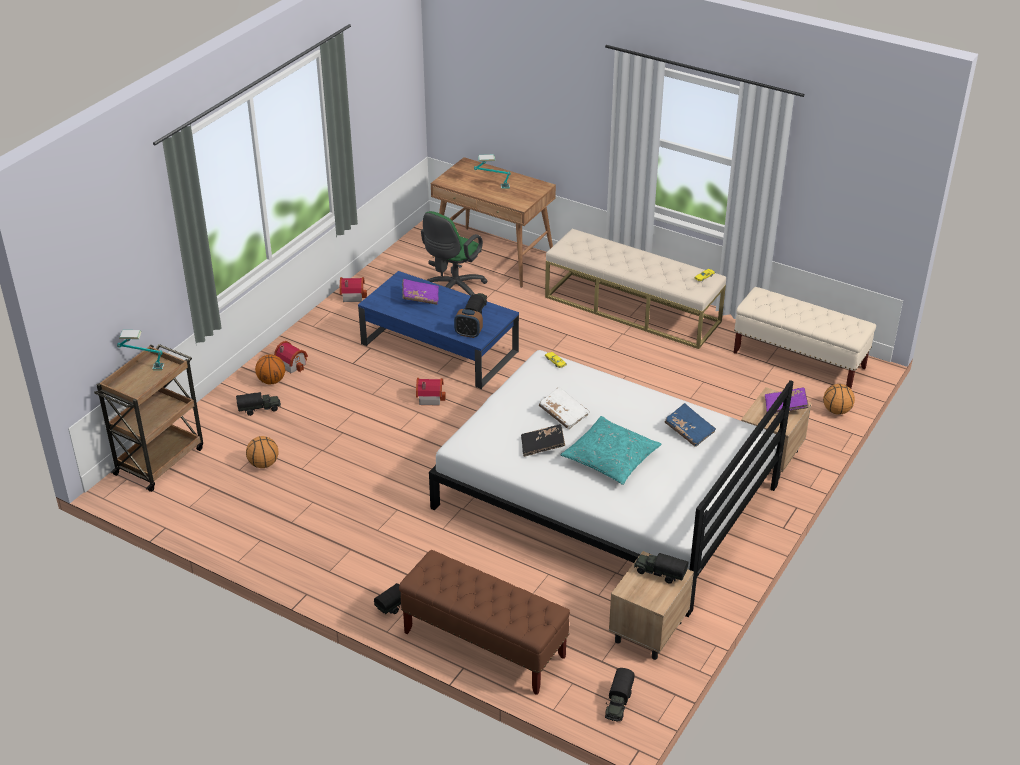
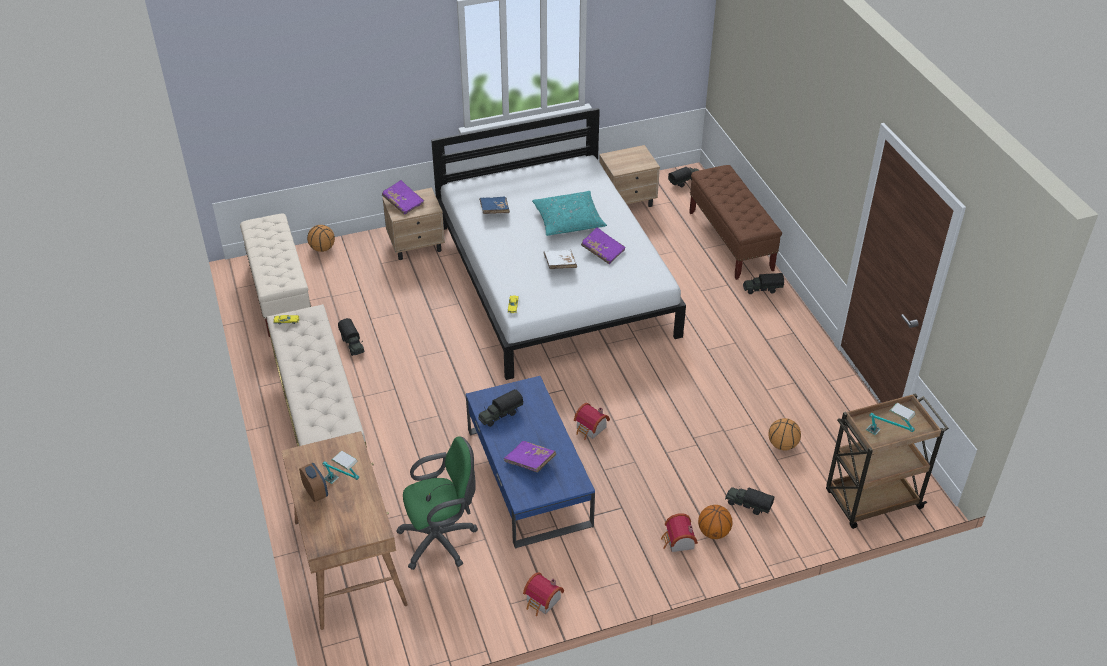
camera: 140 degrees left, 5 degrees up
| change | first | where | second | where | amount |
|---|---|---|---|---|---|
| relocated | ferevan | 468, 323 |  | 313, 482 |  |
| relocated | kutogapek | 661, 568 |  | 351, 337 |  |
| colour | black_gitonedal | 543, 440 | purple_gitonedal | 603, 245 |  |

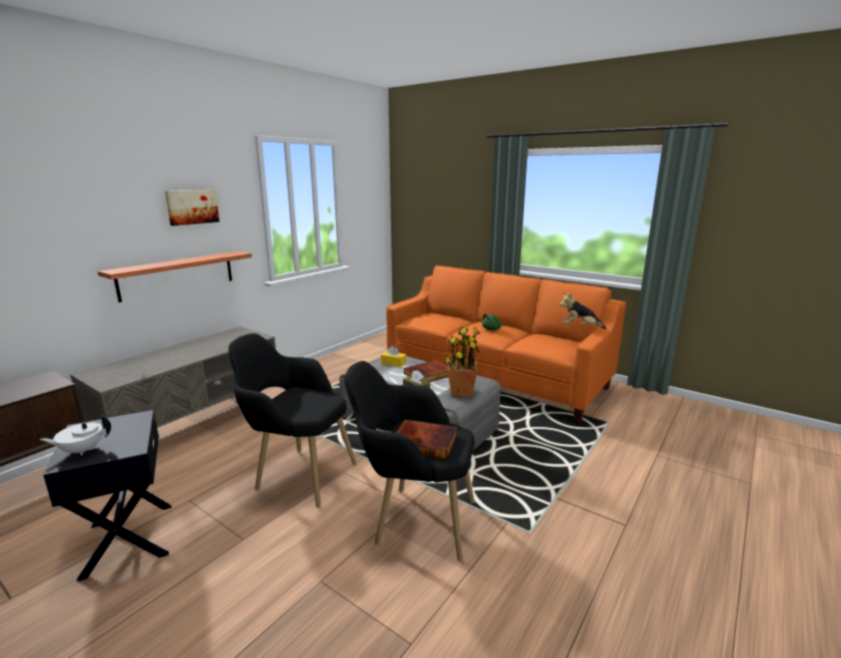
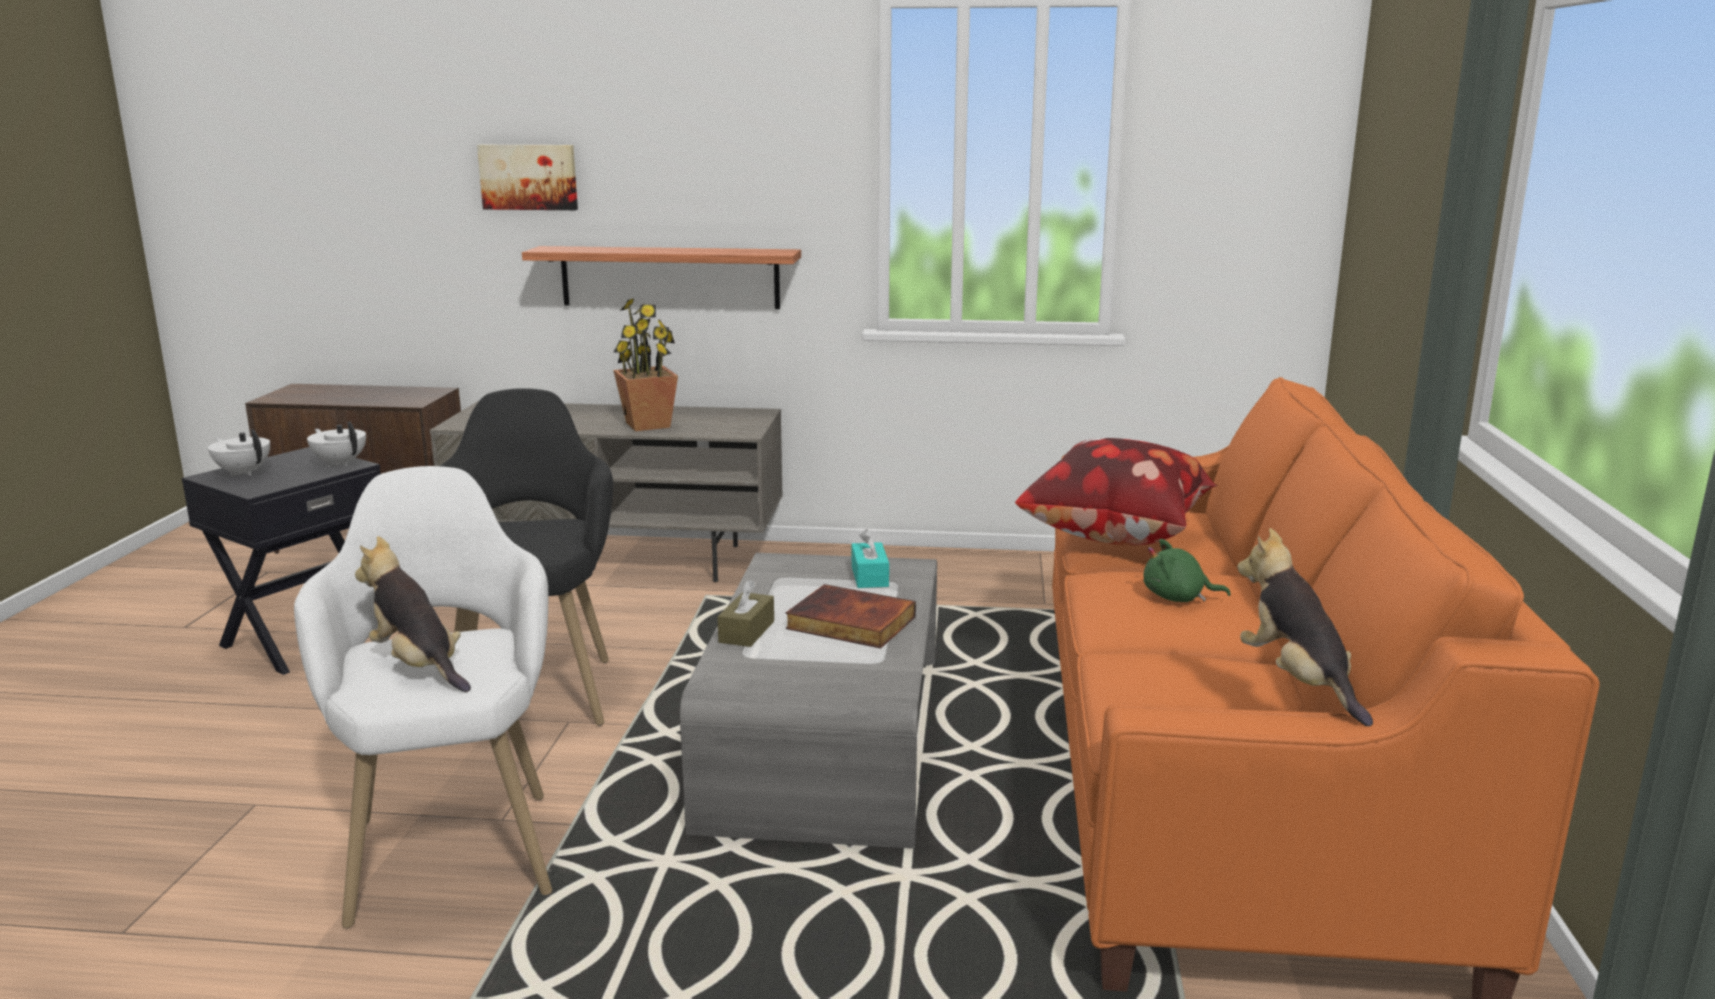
camera: 60 degrees right, 0 degrees up
| change | first | where | second | where | amount |
|---|---|---|---|---|---|
| colour | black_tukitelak | 409, 461 | white_tukitelak | 423, 697 |  |
| appeared |  |  | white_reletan | 336, 444 |  |
| exchanged | gitonedal | 426, 439 | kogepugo | 413, 614 |  |
| relocated | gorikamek | 192, 208 |  | 527, 177 |  |
| relocated | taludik | 462, 362 |  | 645, 364 |  |
| colour | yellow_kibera | 393, 356 | turquoise_kibera | 870, 558 |  |
| appeared |  |  | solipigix | 1116, 491 |  |

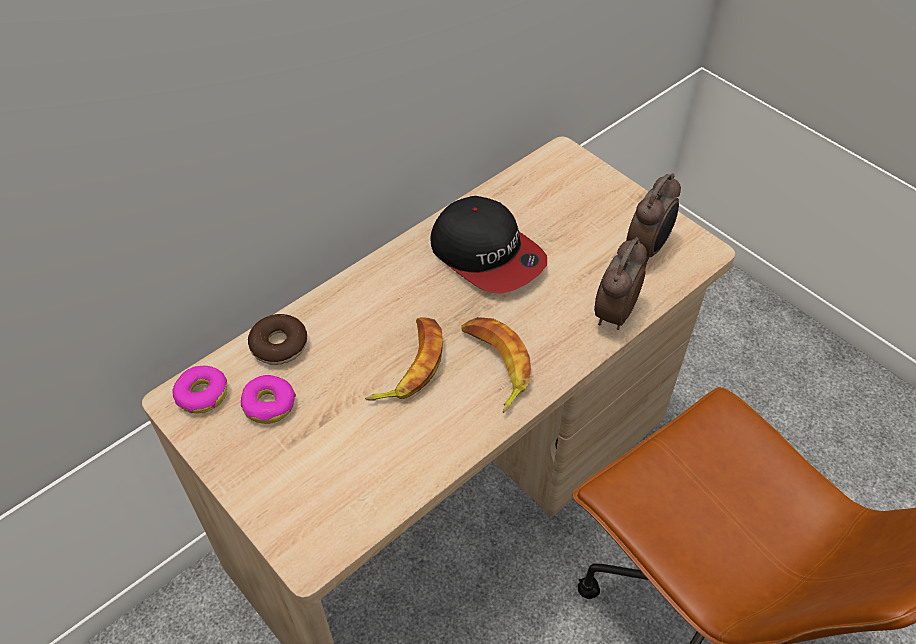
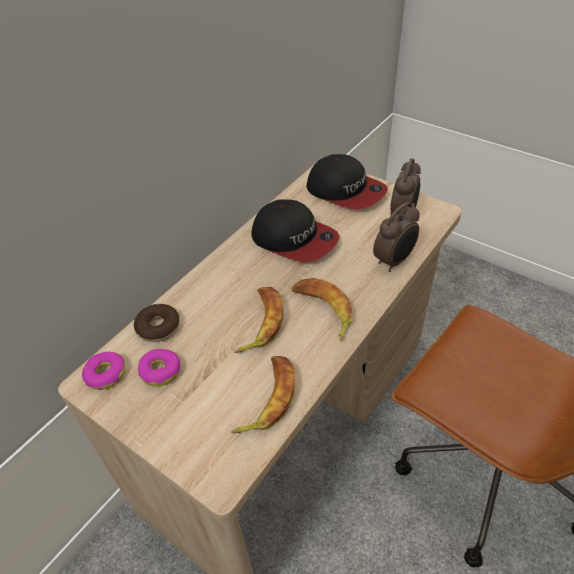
camera: 10 degrees left, 5 degrees down
| change | first | where | second | where | amount |
|---|---|---|---|---|---|
| appeared |  |  | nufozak | 263, 394 |  |
| appeared |  |  | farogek | 347, 181 |  |
| spun | ferevan | 620, 283 |  | 396, 237 | 150 degrees counterclockwise |

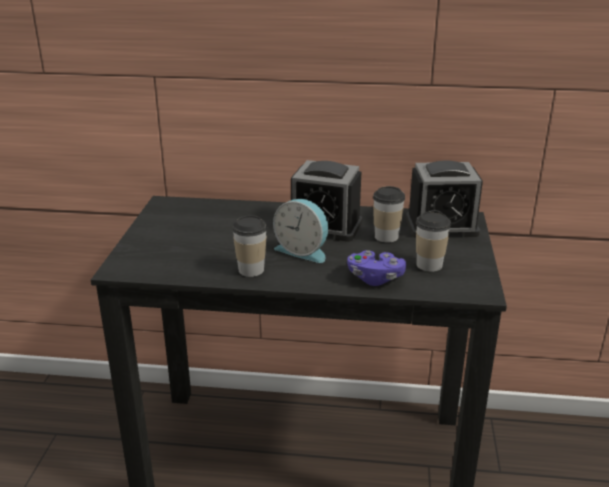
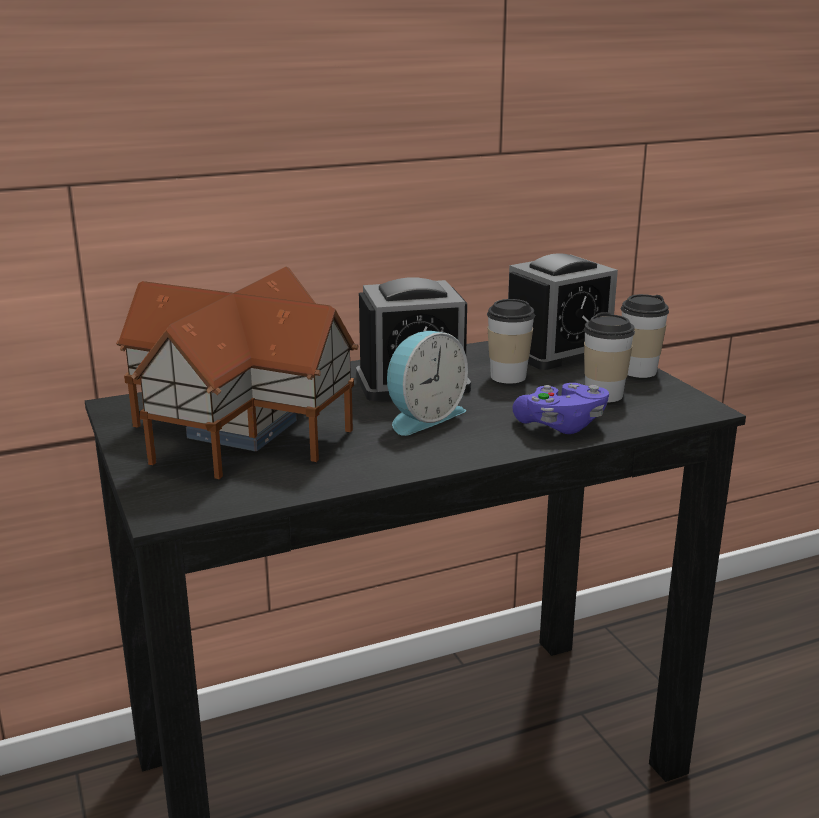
camera: 30 degrees left, 5 degrees down
| change | first | where | second | where | amount |
|---|---|---|---|---|---|
| appeared |  |  | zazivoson | 237, 372 |  |
| spun | ferevan | 300, 231 |  | 427, 383 | 45 degrees counterclockwise |
| relocated | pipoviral | 249, 246 |  | 644, 336 |  |

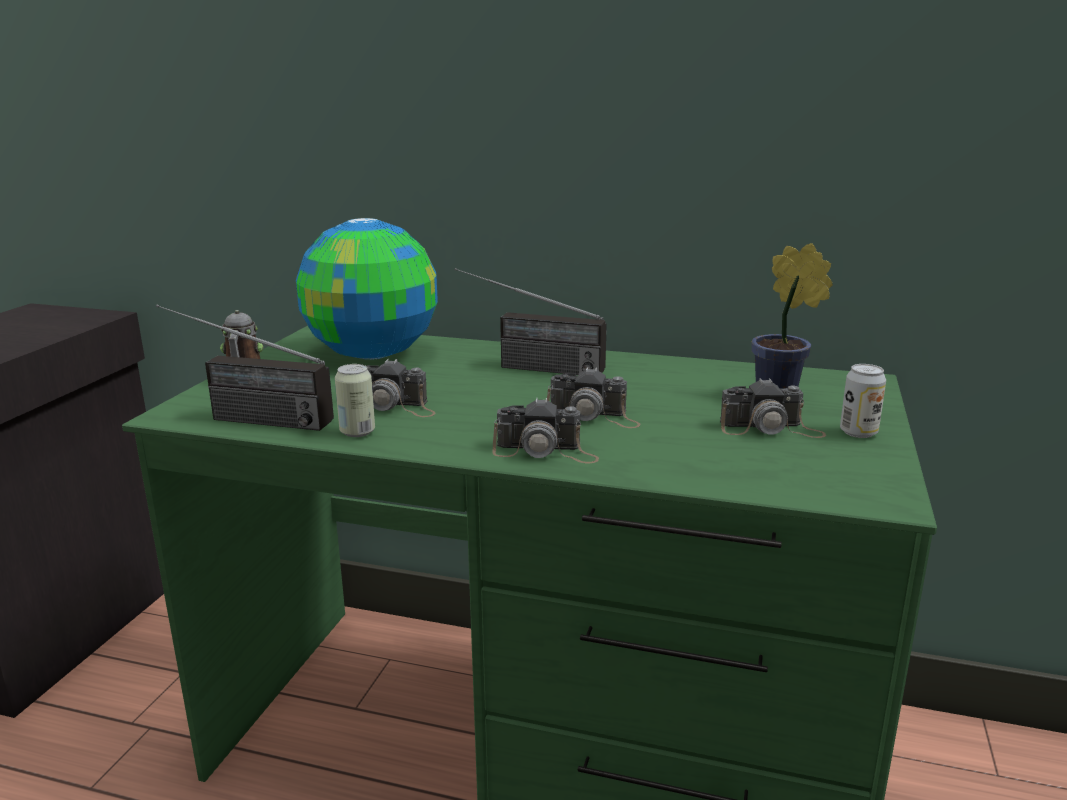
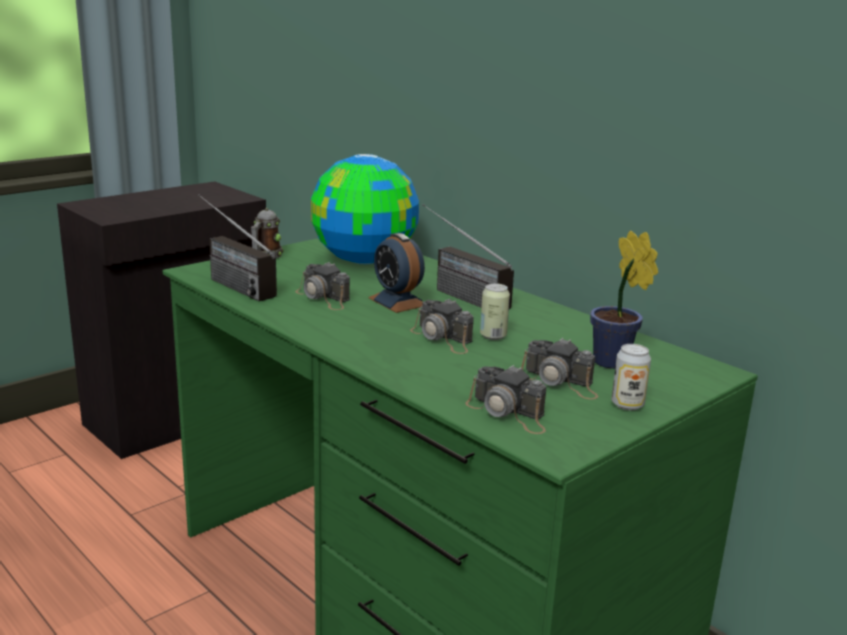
camera: 30 degrees right, 0 degrees up
| change | first | where | second | where | amount |
|---|---|---|---|---|---|
| appeared |  |  | ferevan | 396, 273 |  |
| relocated | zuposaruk | 545, 431 |  | 506, 399 |  |
| relocated | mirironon | 355, 400 |  | 495, 311 |  |

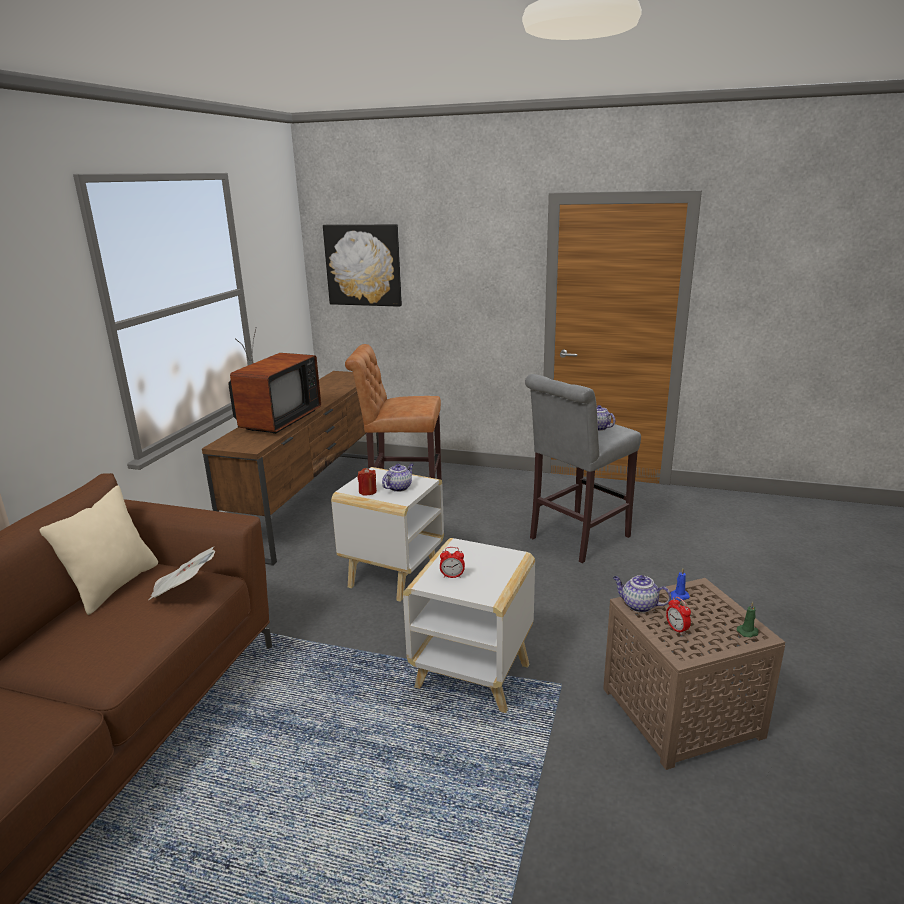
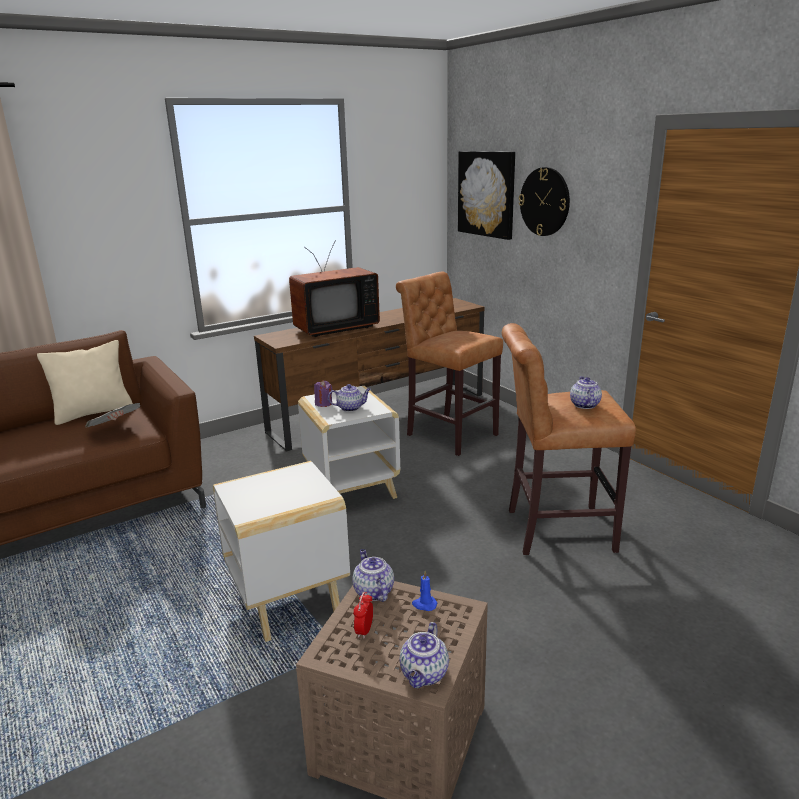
camera: 40 degrees right, 0 degrees up
| change | first | where | second | where | amount |
|---|---|---|---|---|---|
| colour | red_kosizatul | 367, 481 | purple_kosizatul | 323, 393 |  |
| exchanged | green_kosizatul | 748, 620 | reletan | 424, 655 |  |
| colour | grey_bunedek | 583, 468 | brown_bunedek | 569, 439 |  |
| appeared |  |  | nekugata | 544, 201 |  |
| missing | ferevan | 452, 562 |  |  |  |

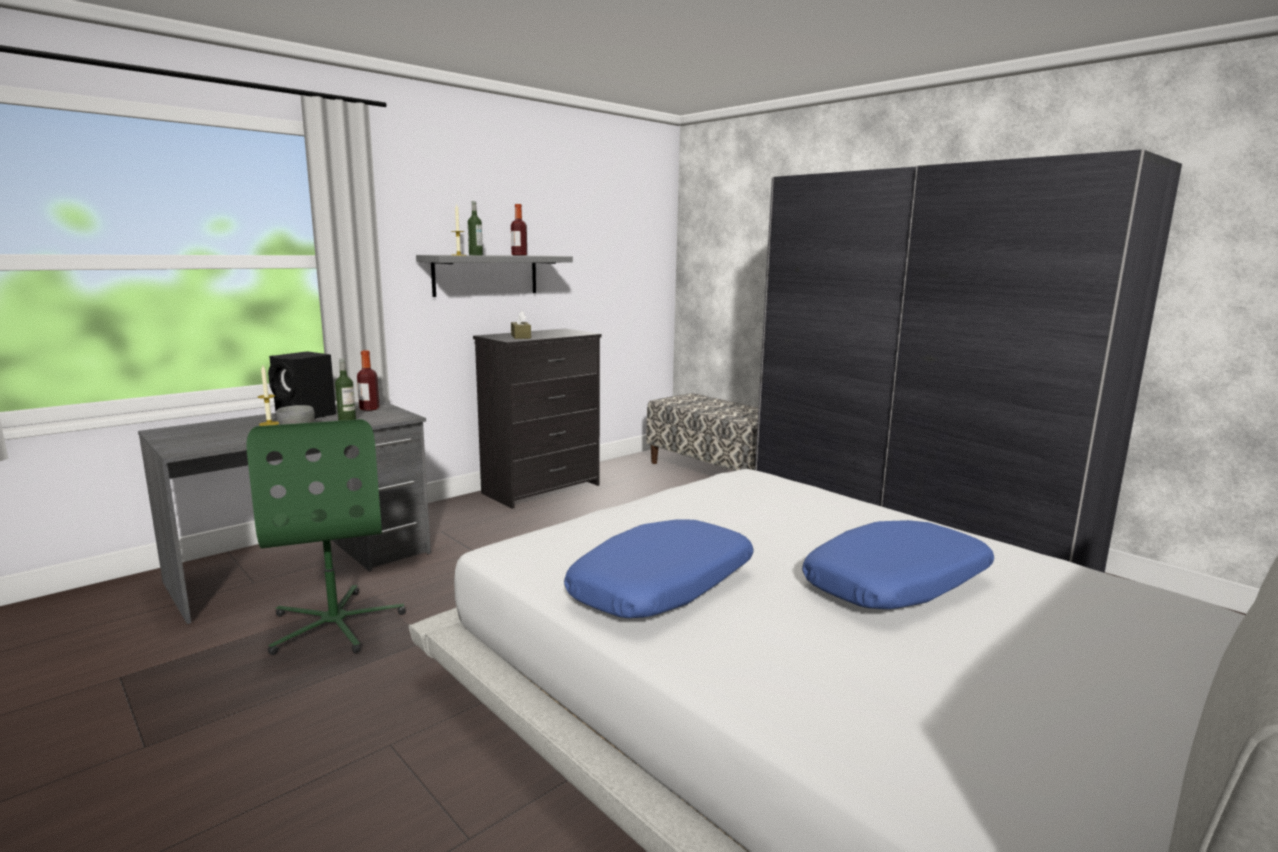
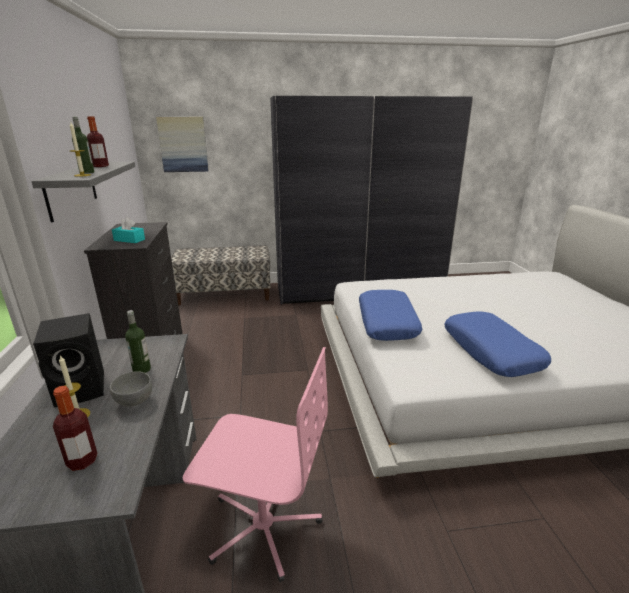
camera: 55 degrees left, 10 degrees up
| change | first | where | second | where | amount |
|---|---|---|---|---|---|
| relocated | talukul | 368, 380 |  | 75, 428 |  |
| colour | brown_kibera | 521, 325 | turquoise_kibera | 128, 230 |  |
| appeared |  |  | gorikamek | 182, 144 |  |
| colour | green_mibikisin | 326, 537 | pink_mibikisin | 255, 464 |  |
| relocated | blue_solipigix | 898, 564 |  | 390, 315 |  |

